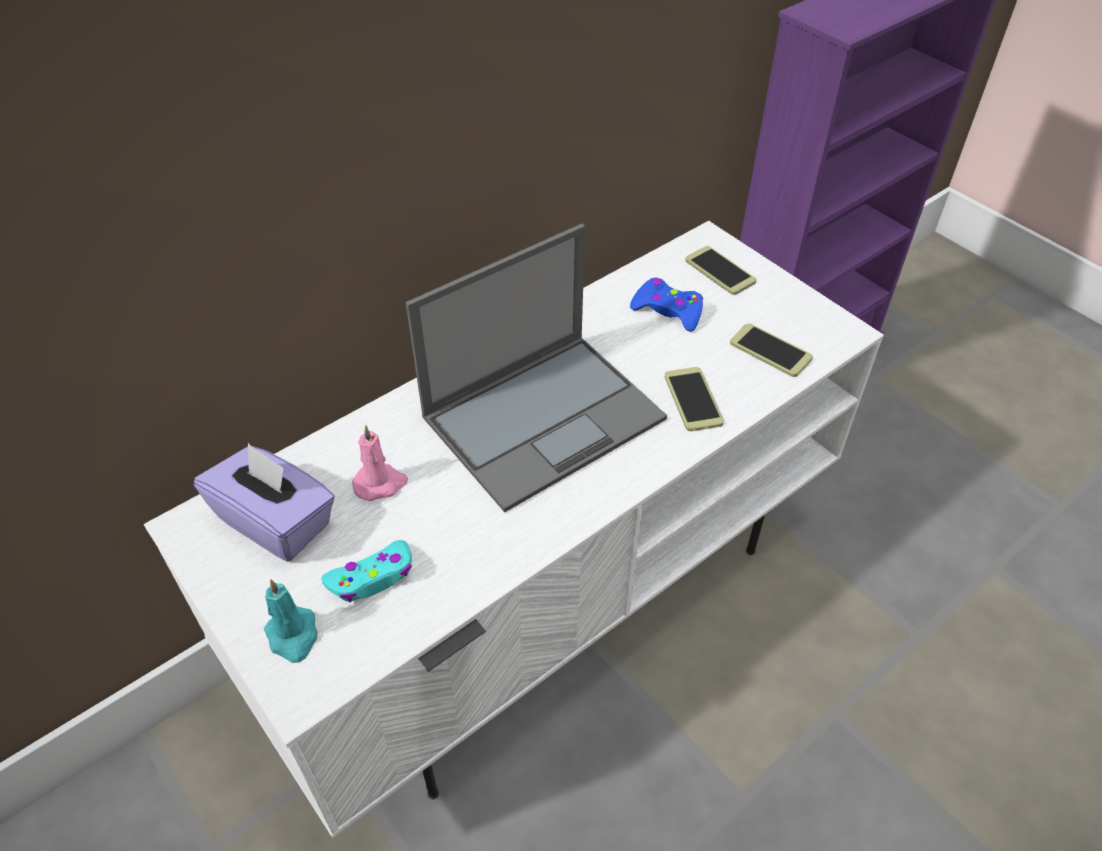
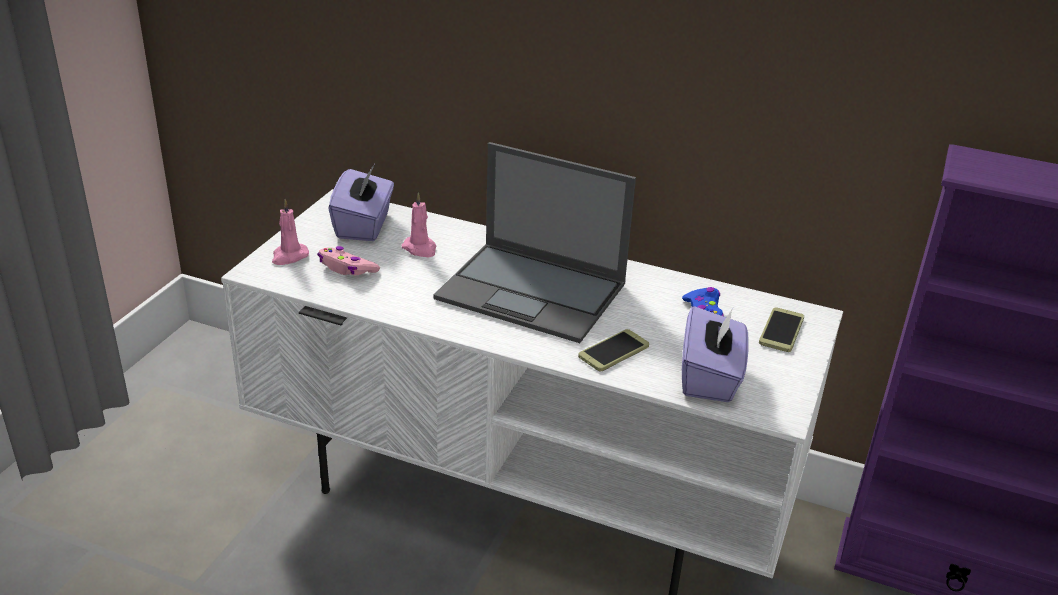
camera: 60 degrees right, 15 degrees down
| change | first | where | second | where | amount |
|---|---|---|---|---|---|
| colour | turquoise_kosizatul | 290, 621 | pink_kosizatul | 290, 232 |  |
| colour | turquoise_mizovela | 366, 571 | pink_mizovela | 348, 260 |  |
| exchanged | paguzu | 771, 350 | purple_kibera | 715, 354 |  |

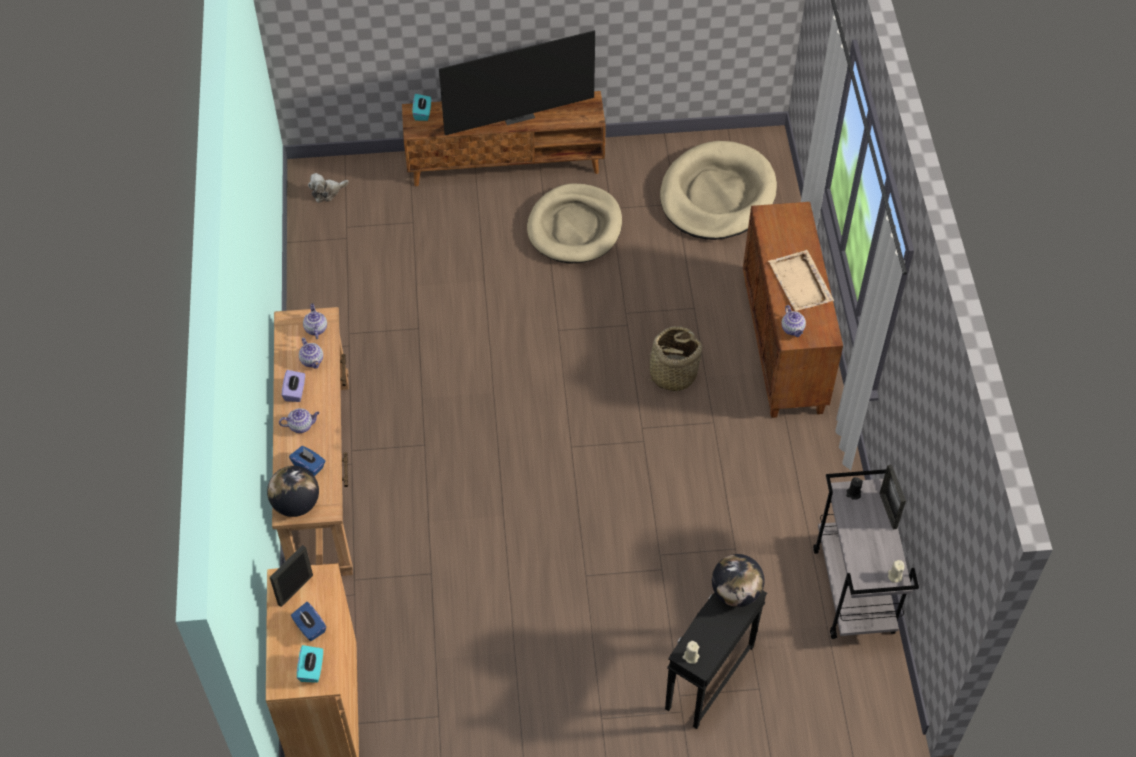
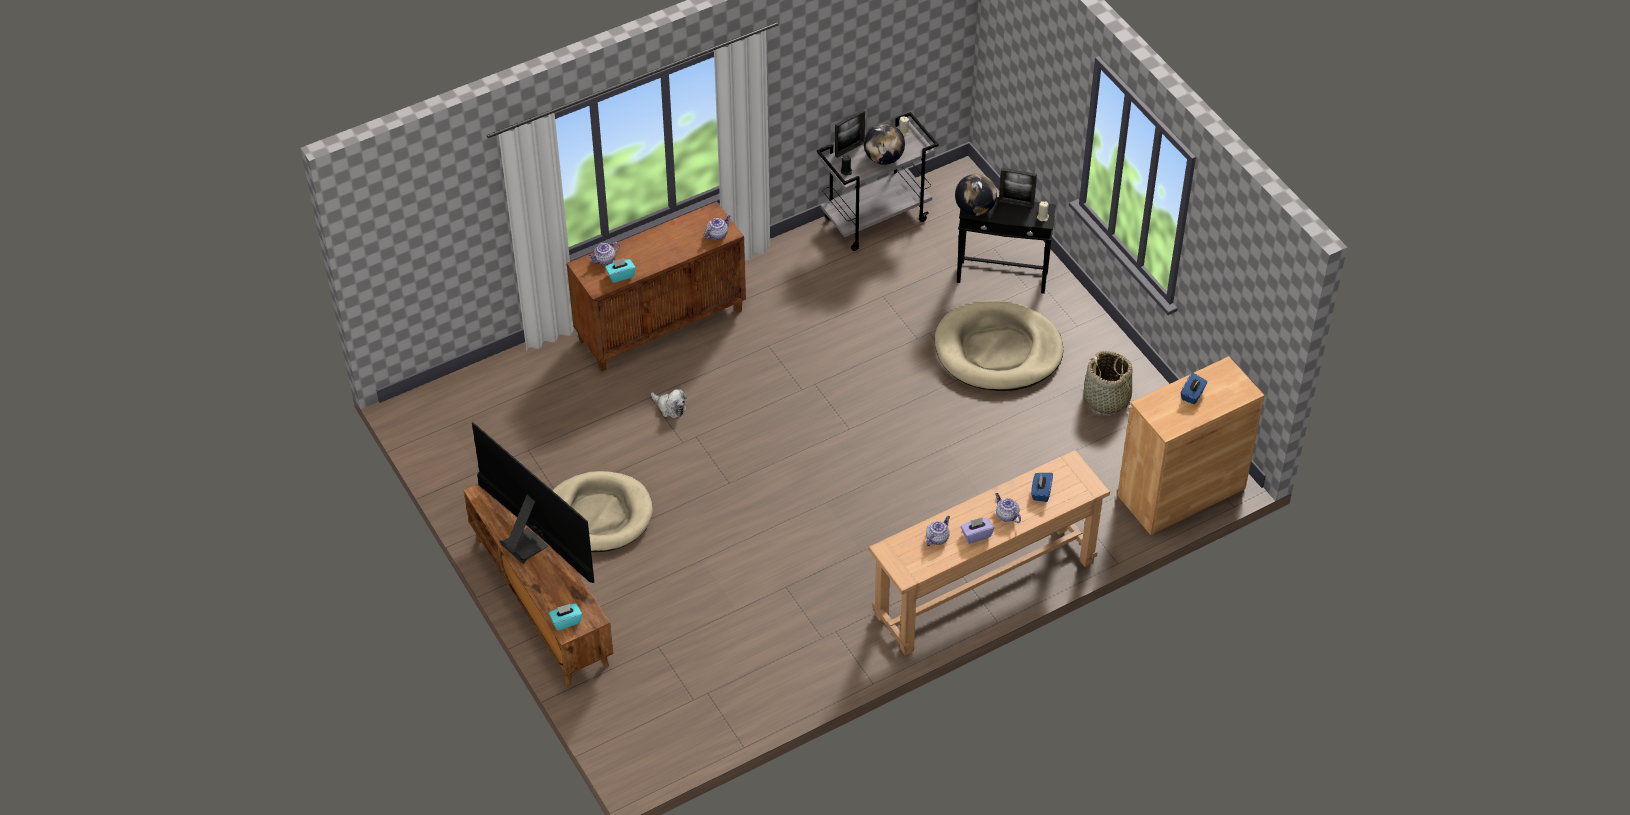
camera: 115 degrees left, 5 degrees down
| change | first | where | second | where | amount |
|---|---|---|---|---|---|
| relocated | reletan | 315, 321 |  | 604, 253 |  |
| relocated | turquoise_kibera | 310, 664 |  | 620, 270 |  |
| relocated | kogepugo | 328, 188 |  | 669, 403 |  |
| relocated | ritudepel | 293, 491 |  | 884, 144 |  |
| relocated | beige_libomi | 718, 190 |  | 999, 346 |  |
| relocated | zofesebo | 291, 576 |  | 1018, 188 |  |
| relocated | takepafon | 672, 358 |  | 1109, 382 |  |
| missing | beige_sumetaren | 801, 280 |  |  |  |

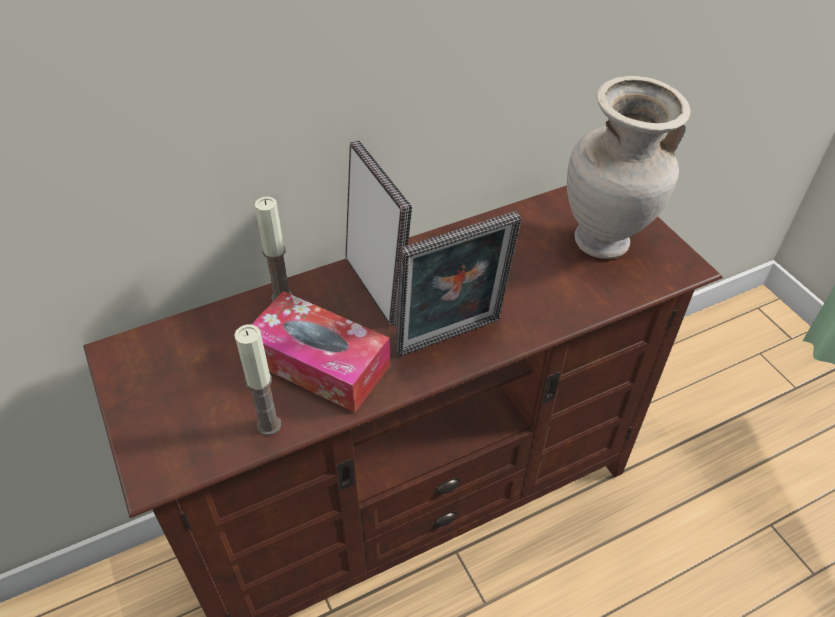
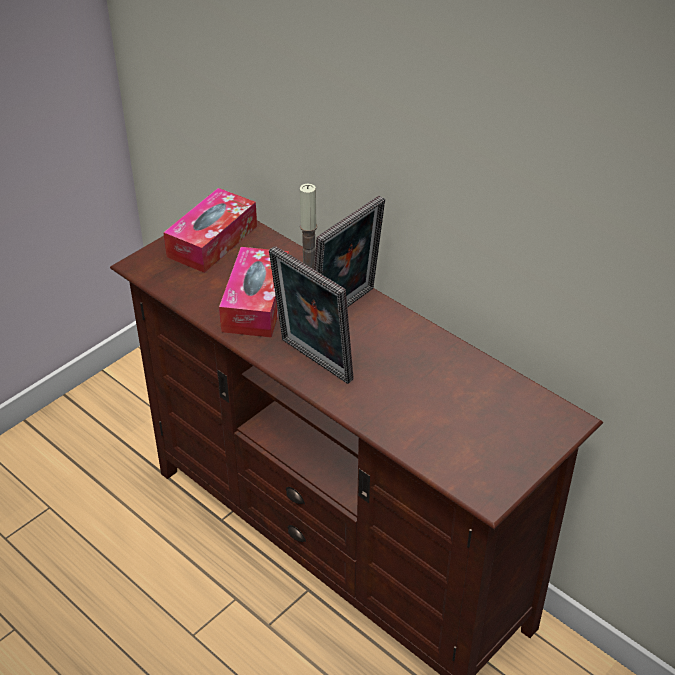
camera: 70 degrees right, 5 degrees down
| change | first | where | second | where | amount |
|---|---|---|---|---|---|
| appeared |  |  | kibera | 210, 230 |  |
| missing | kosizatul | 257, 380 |  |  |  |
| missing | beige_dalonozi | 629, 167 |  |  |  |

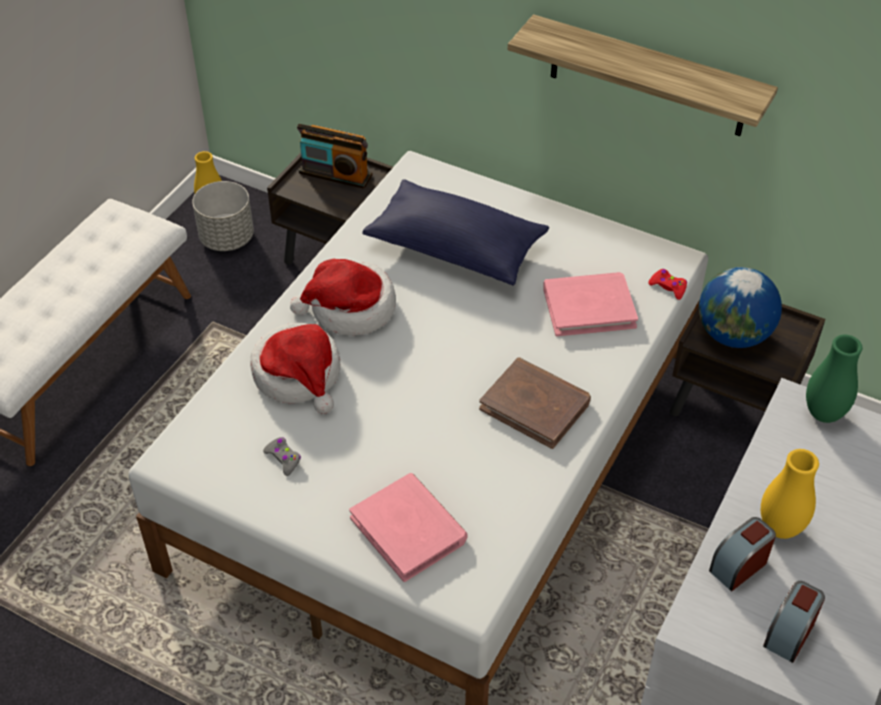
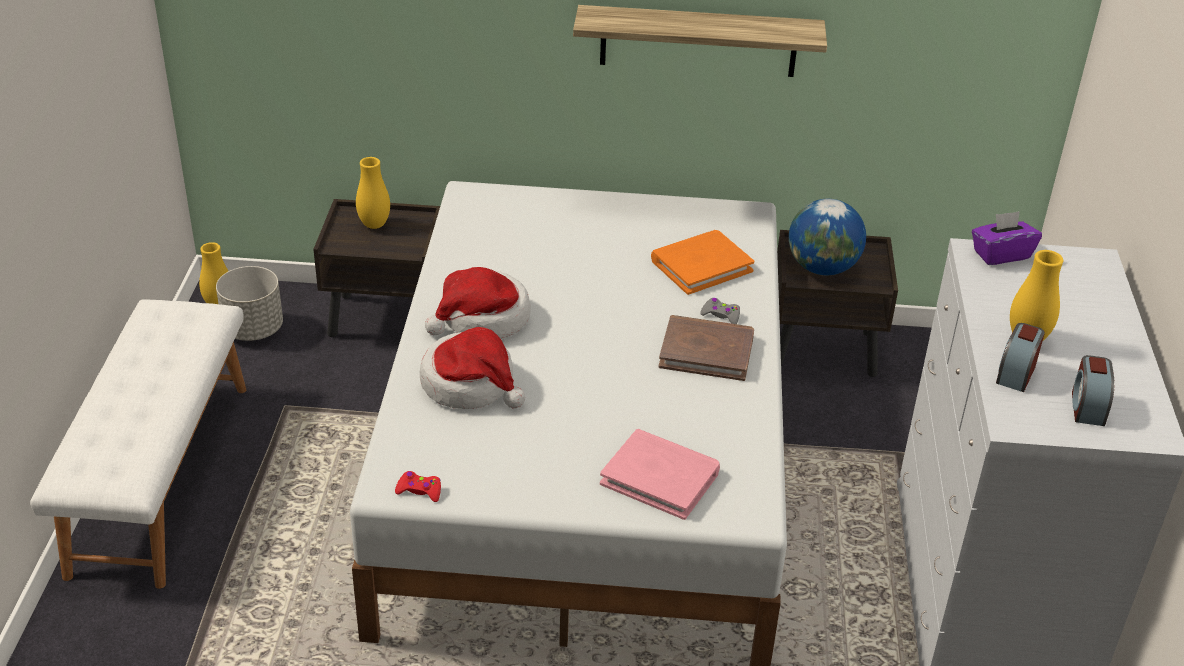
camera: 25 degrees left, 10 degrees down
| change | first | where | second | where | amount |
|---|---|---|---|---|---|
| exchanged | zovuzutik | 335, 156 | yellow_dalonozi | 373, 193 |  |
| relocated | red_mizovela | 667, 284 |  | 418, 486 |  |
| colour | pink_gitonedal | 590, 304 | orange_gitonedal | 702, 262 |  |
| relocated | grey_mizovela | 282, 456 |  | 720, 311 |  |
| exchanged | green_dalonozi | 834, 379 | purple_kibera | 1007, 238 |  |
| missing | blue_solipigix | 455, 232 |  |  |  |

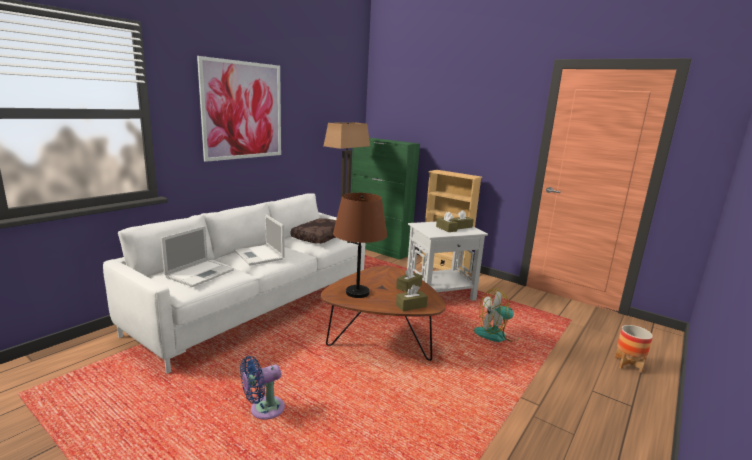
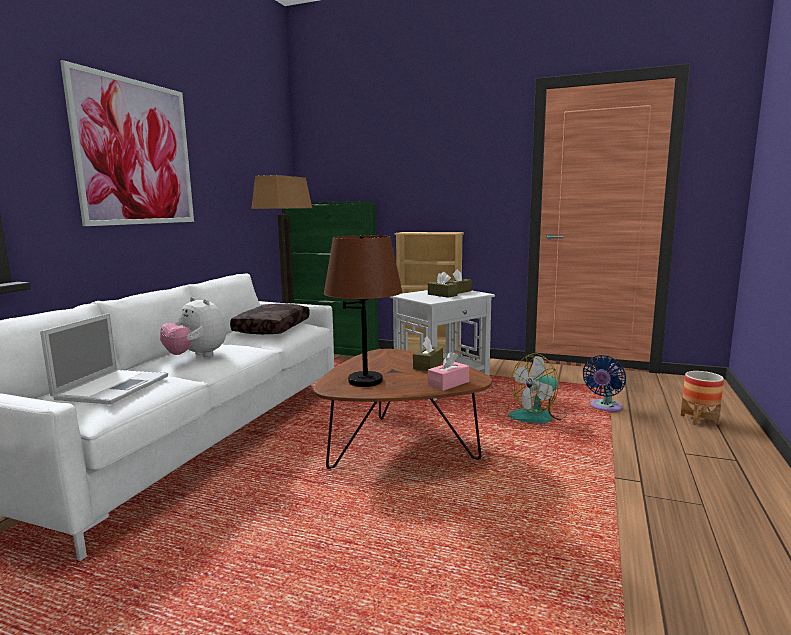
camera: 15 degrees left, 5 degrees down
| change | first | where | second | where | amount |
|---|---|---|---|---|---|
| exchanged | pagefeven | 259, 239 | kogepugo | 193, 327 |  |
| colour | brown_kibera | 412, 298 | pink_kibera | 448, 371 |  |
| relocated | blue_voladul | 262, 388 |  | 604, 384 |  |

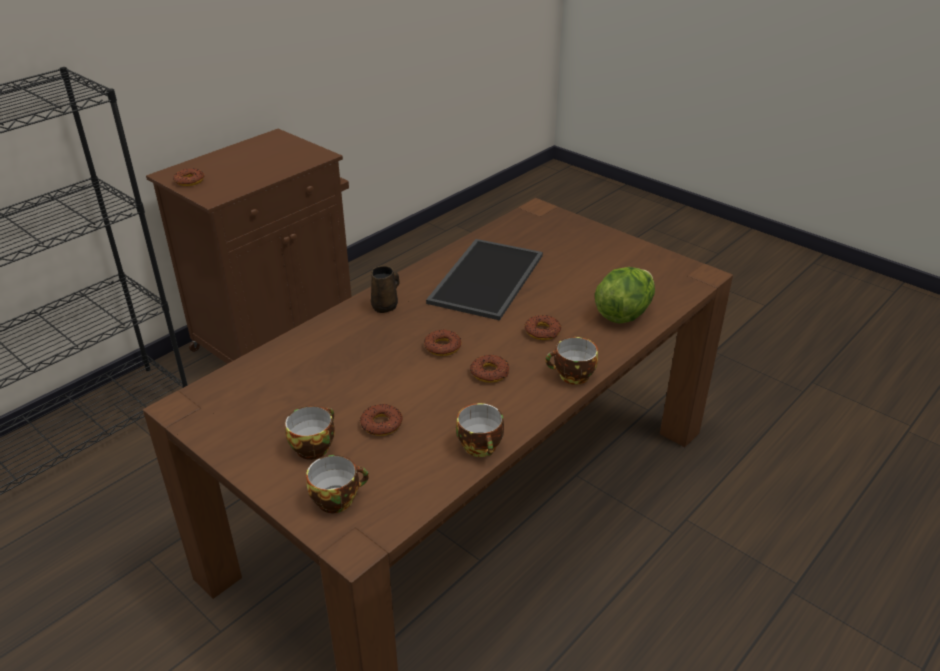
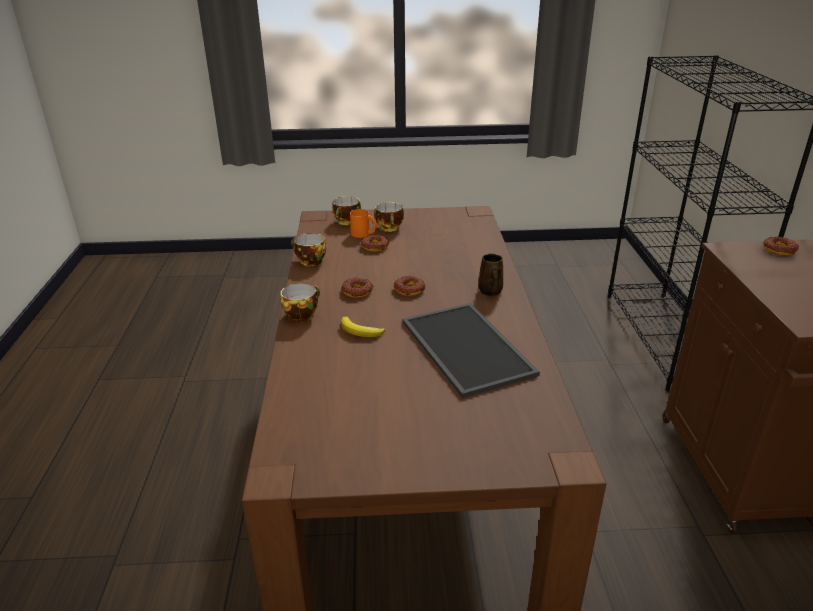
camera: 135 degrees right, 5 degrees down
| change | first | where | second | where | amount |
|---|---|---|---|---|---|
| exchanged | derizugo | 542, 327 | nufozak | 363, 327 |  |
| appeared |  |  | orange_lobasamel | 363, 223 |  |
| missing | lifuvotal | 625, 295 |  |  |  |

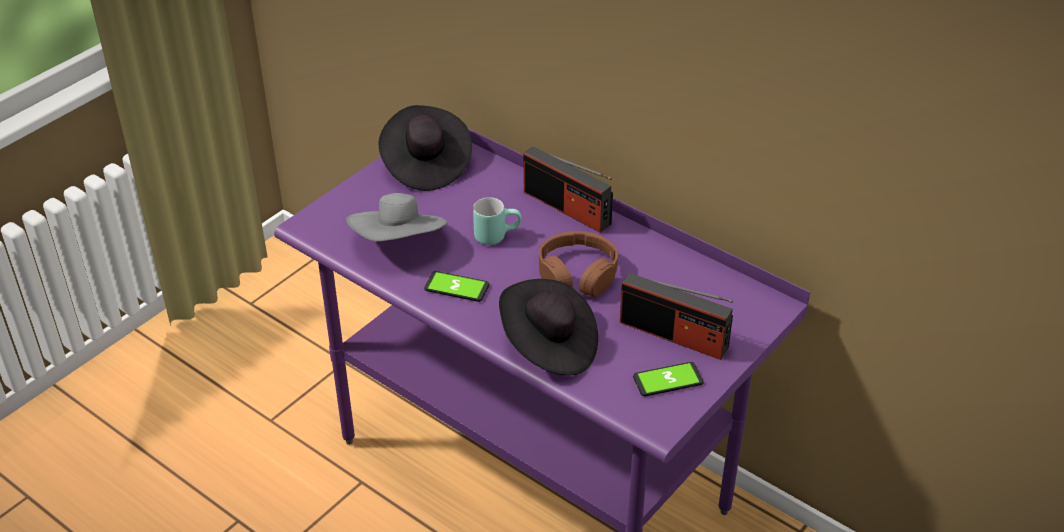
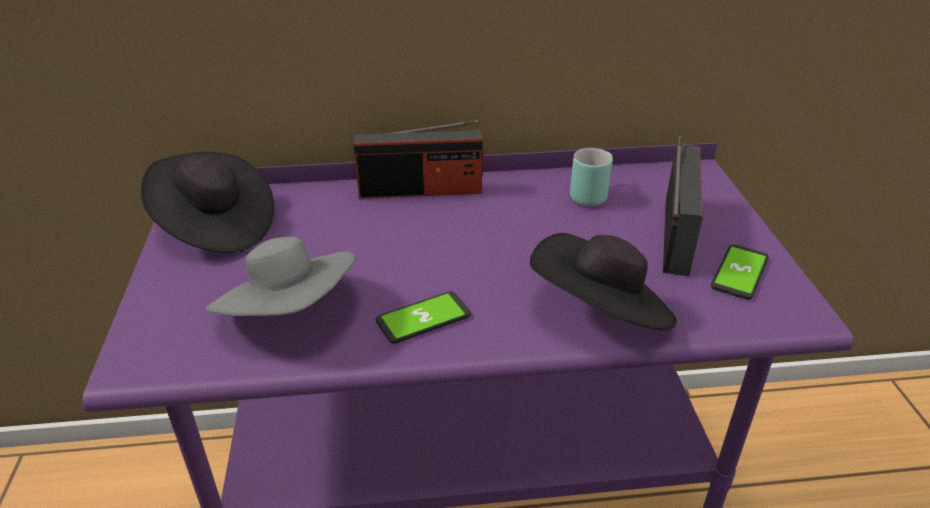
camera: 45 degrees left, 5 degrees down
| change | first | where | second | where | amount |
|---|---|---|---|---|---|
| relocated | turquoise_lobasamel | 497, 221 |  | 591, 177 |  |
| spun | zovuzutik | 676, 316 |  | 683, 206 | 60 degrees counterclockwise |
| missing | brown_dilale | 578, 264 |  |  |  |

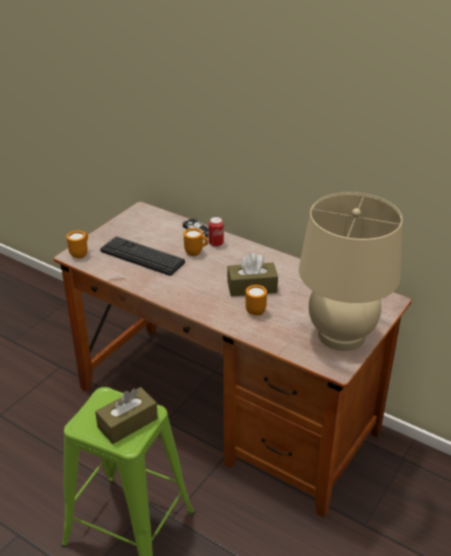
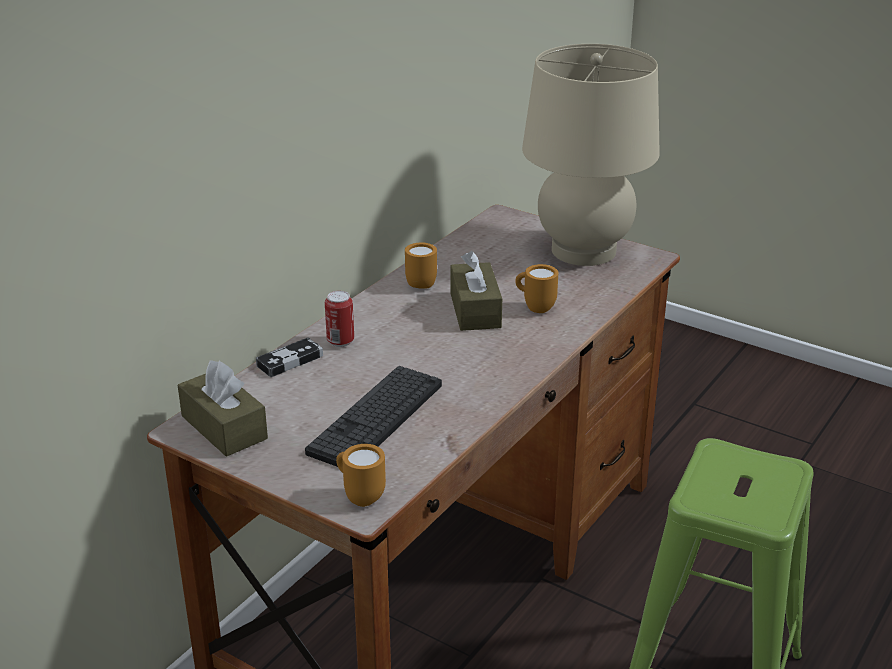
camera: 90 degrees left, 5 degrees down
| change | first | where | second | where | amount |
|---|---|---|---|---|---|
| relocated | brown_kibera | 126, 415 |  | 223, 408 |  |
| relocated | orange_lobasamel | 196, 242 |  | 421, 265 |  |

